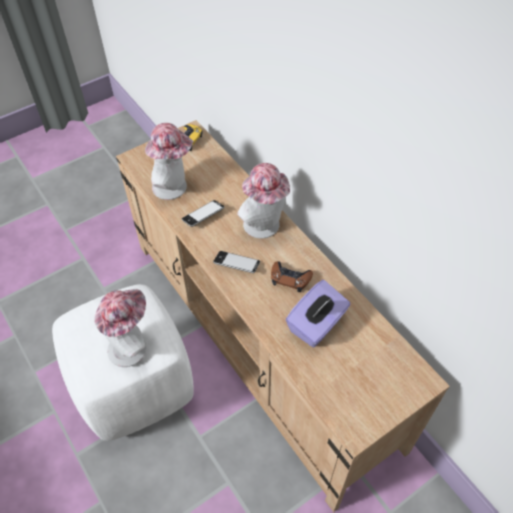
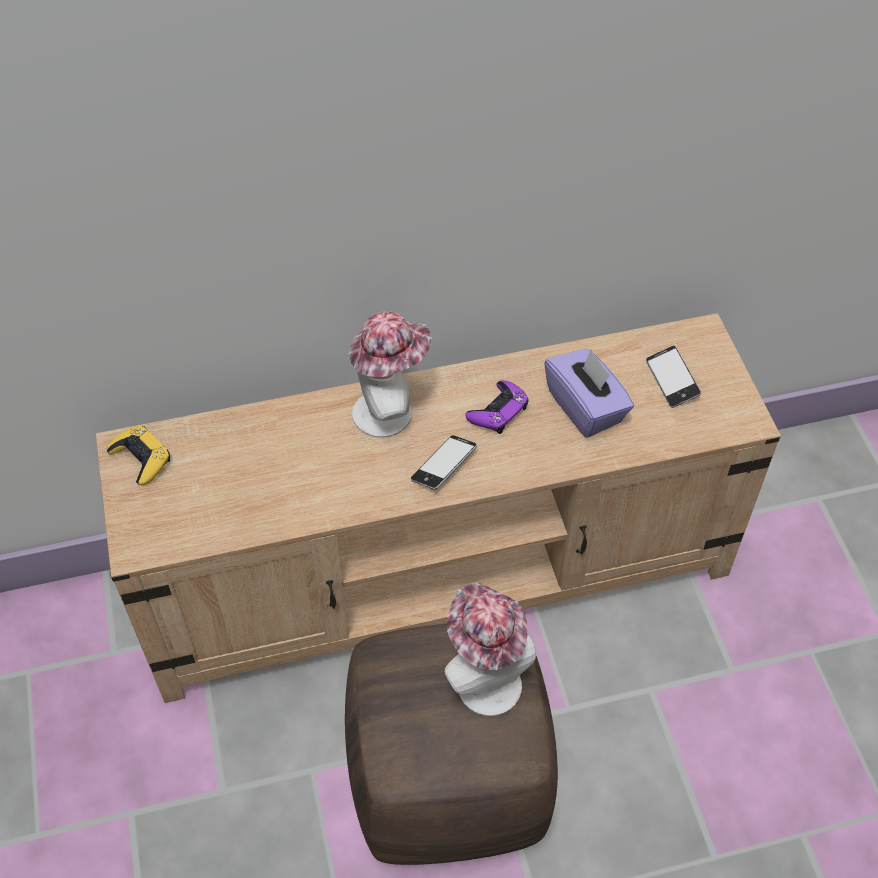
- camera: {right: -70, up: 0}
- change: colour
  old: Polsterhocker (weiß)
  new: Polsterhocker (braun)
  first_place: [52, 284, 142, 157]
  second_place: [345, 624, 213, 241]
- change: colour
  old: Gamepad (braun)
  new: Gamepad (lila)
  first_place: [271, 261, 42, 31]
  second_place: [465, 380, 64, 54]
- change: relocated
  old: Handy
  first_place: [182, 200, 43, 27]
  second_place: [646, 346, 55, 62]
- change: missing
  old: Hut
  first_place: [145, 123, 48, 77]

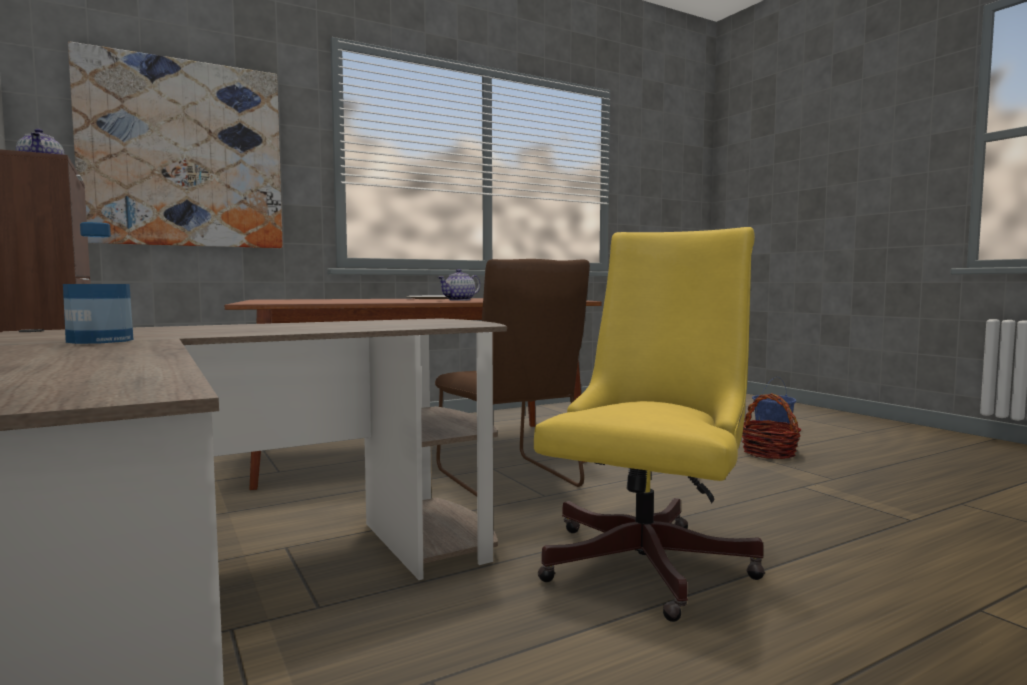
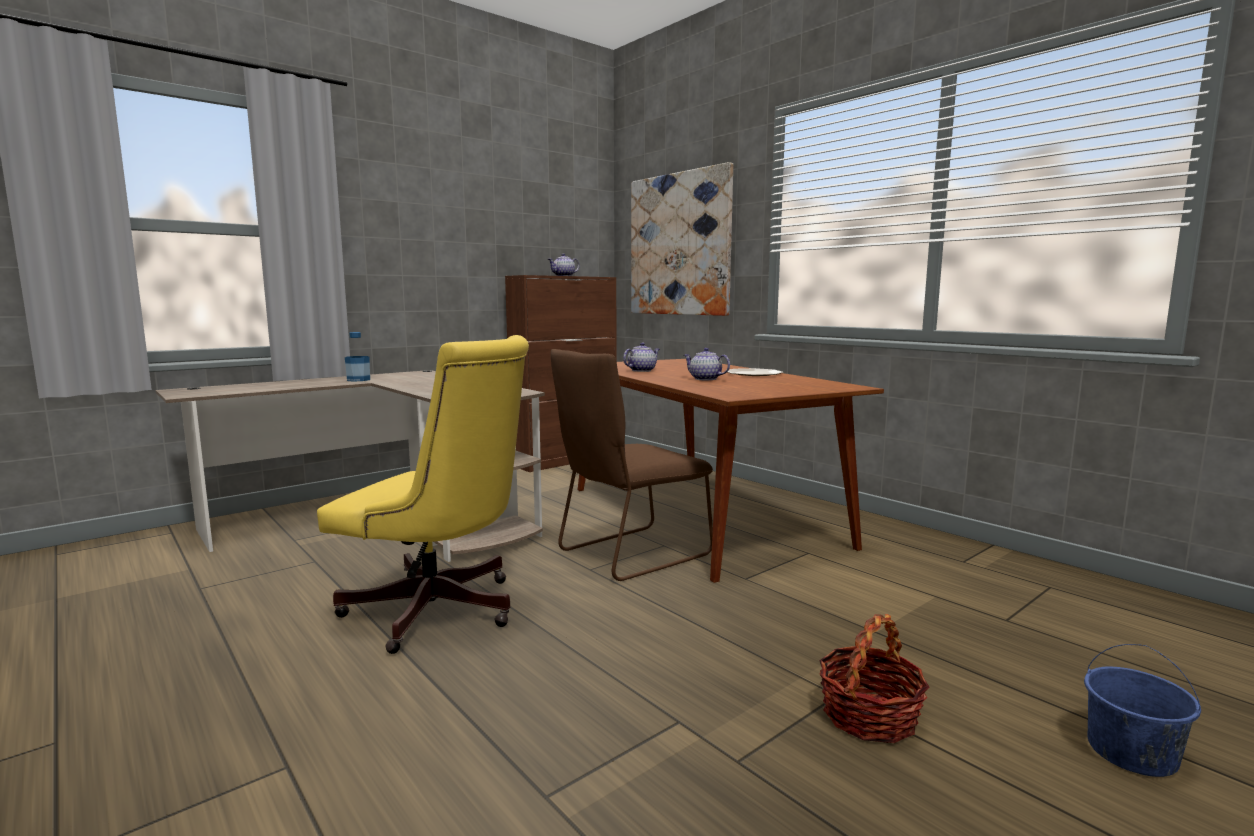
- camera: {right: 80, up: 5}
- change: appeared
  new: Teekanne
  second_place: [623, 343, 37, 29]

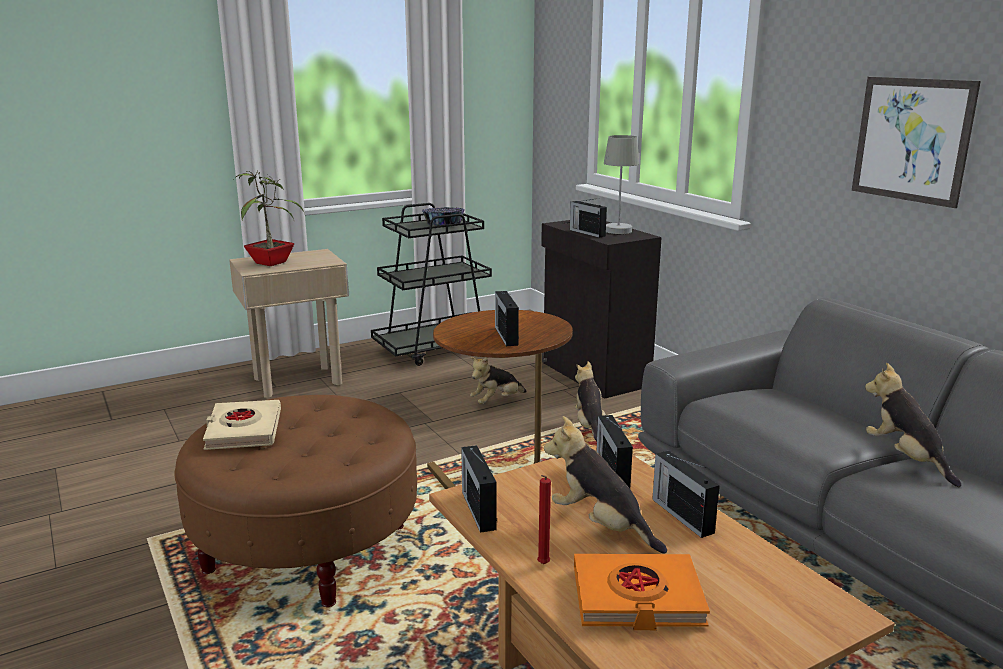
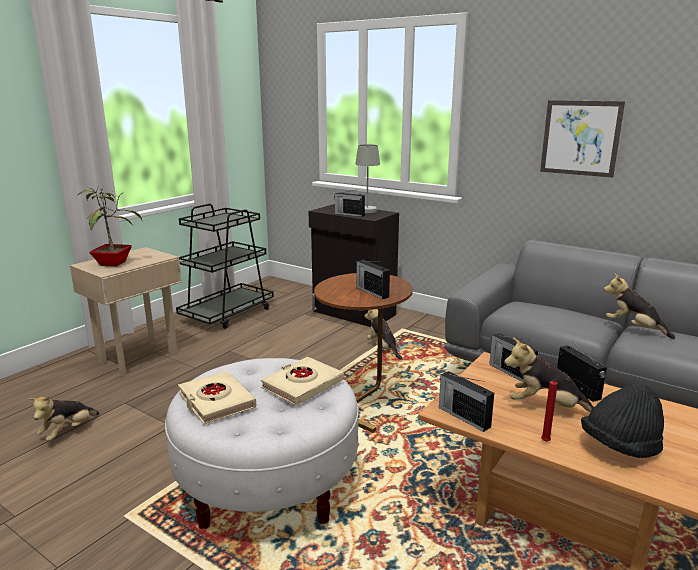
- camera: {right: -25, up: 0}
- change: relocated
  old: Plüschtier
  first_place: [470, 357, 57, 47]
  second_place: [29, 395, 70, 46]
- change: colour
  old: Polsterhocker (braun)
  new: Polsterhocker (weiß)
  first_place: [175, 395, 242, 212]
  second_place: [165, 358, 194, 171]
- change: appeared
  new: Buch (beige)
  second_place: [261, 357, 83, 49]
- change: spun
  old: Radio
  first_place: [652, 451, 68, 87]
  second_place: [557, 340, 50, 62]
  degrees: -150
- change: exchanged
  old: Buch (orange)
  new: Hut (schwarz)
  first_place: [574, 554, 136, 76]
  second_place: [581, 383, 83, 75]
- change: missing
  old: Schüssel
  first_place: [422, 207, 42, 19]

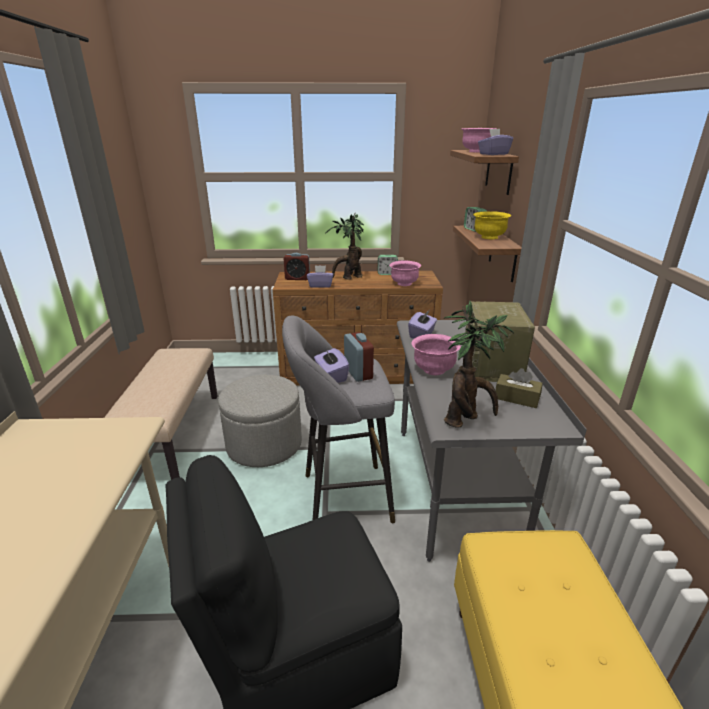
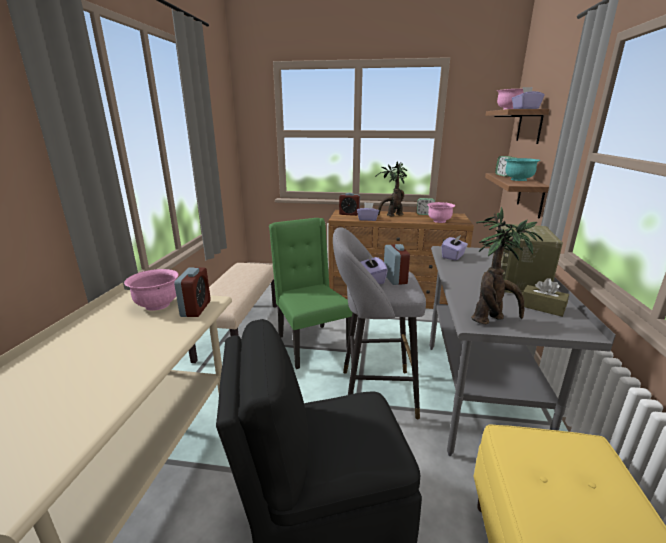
- camera: {right: 10, up: -5}
- change: relocated
  old: Schüssel (rosa)
  first_place: [412, 334, 49, 41]
  second_place: [124, 269, 55, 42]
- change: appeared
  new: Wecker
  second_place: [174, 267, 37, 50]
- change: exchanged
  old: Polsterhocker (grau)
  new: Stuhl (grün)
  first_place: [218, 375, 84, 92]
  second_place: [269, 218, 83, 151]
- change: colour
  old: Schüssel (gelb)
  new: Schüssel (türkis)
  first_place: [473, 211, 38, 28]
  second_place: [505, 158, 35, 23]

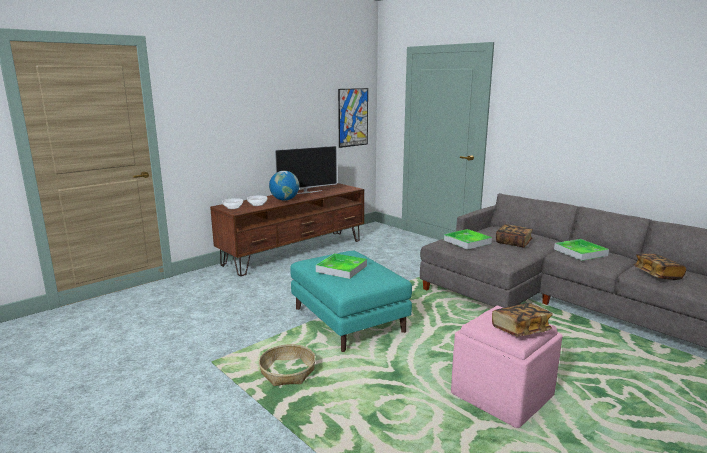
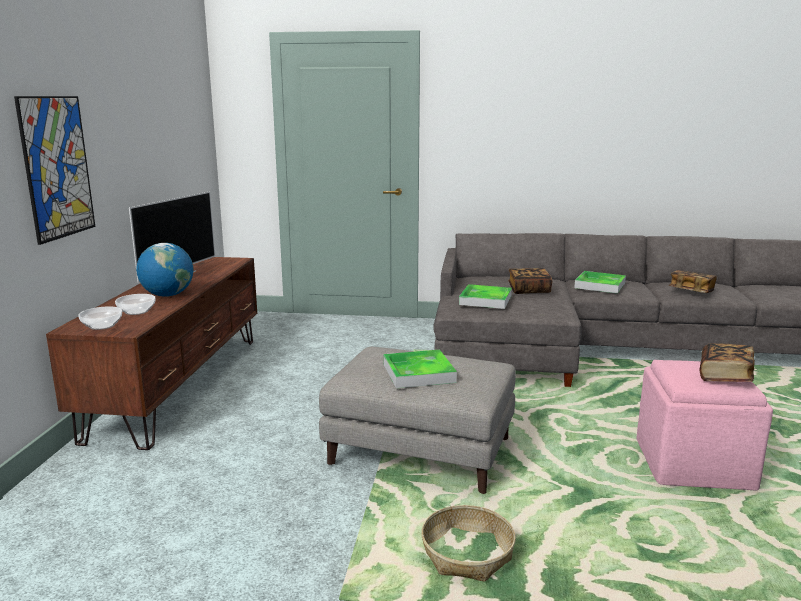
- camera: {right: -40, up: 0}
- change: relocated
  old: Bild
  first_place: [338, 88, 30, 60]
  second_place: [14, 96, 81, 149]
- change: colour
  old: Polsterhocker (türkis)
  new: Polsterhocker (grau)
  first_place: [290, 251, 122, 101]
  second_place: [319, 347, 197, 147]

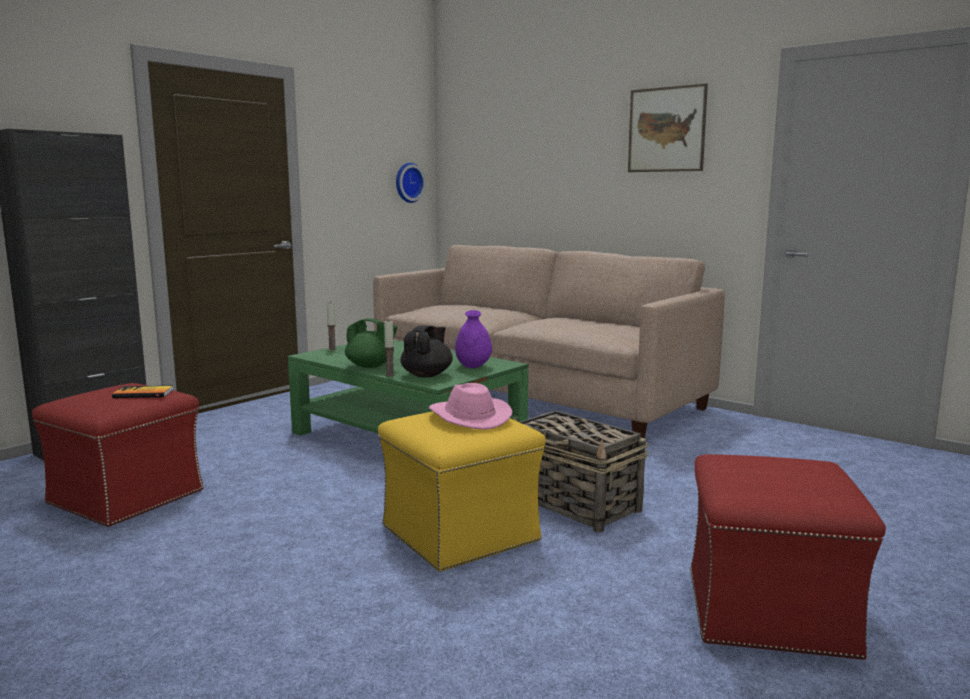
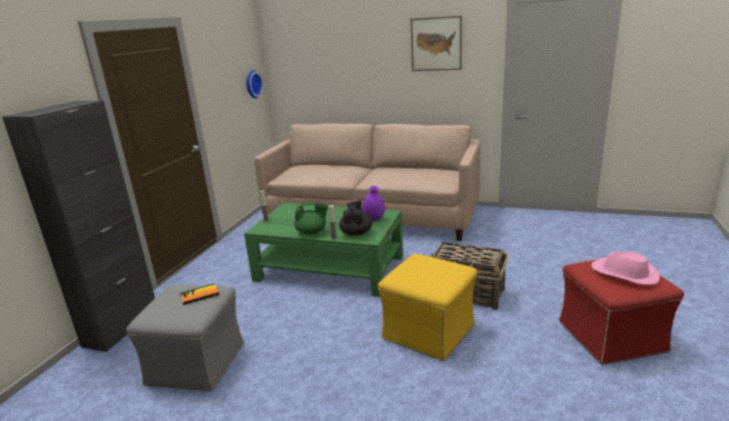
- camera: {right: -20, up: 10}
- change: colour
  old: Polsterhocker (rot)
  new: Polsterhocker (grau)
  first_place: [32, 383, 172, 144]
  second_place: [126, 285, 118, 106]
- change: relocated
  old: Hut (rosa)
  first_place: [429, 383, 84, 47]
  second_place: [591, 251, 69, 34]

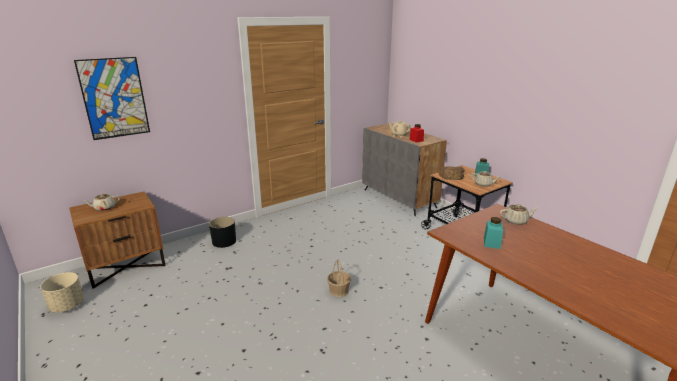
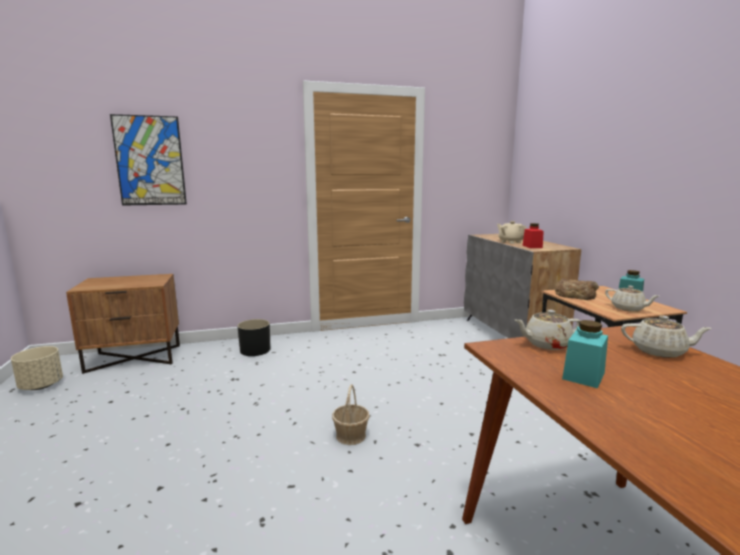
- camera: {right: 20, up: -10}
- change: relocated
  old: Teekanne (beige)
  first_place: [83, 193, 37, 18]
  second_place: [515, 310, 66, 40]

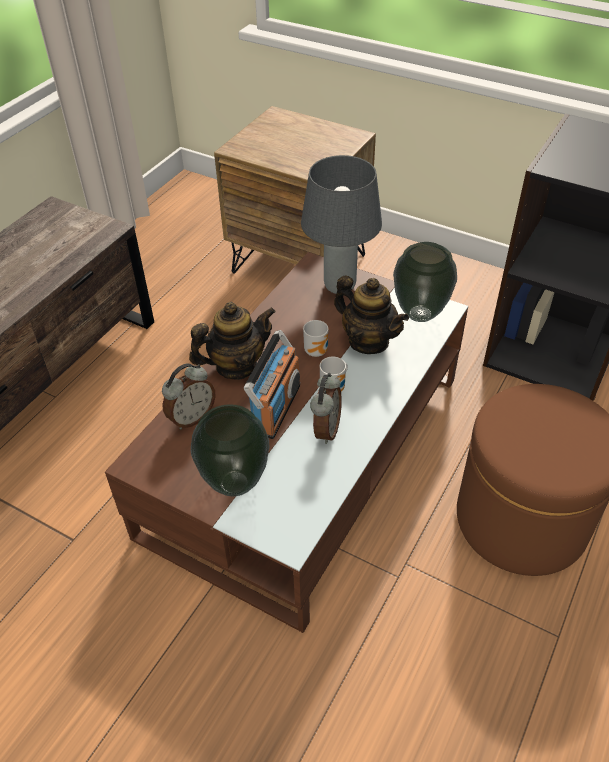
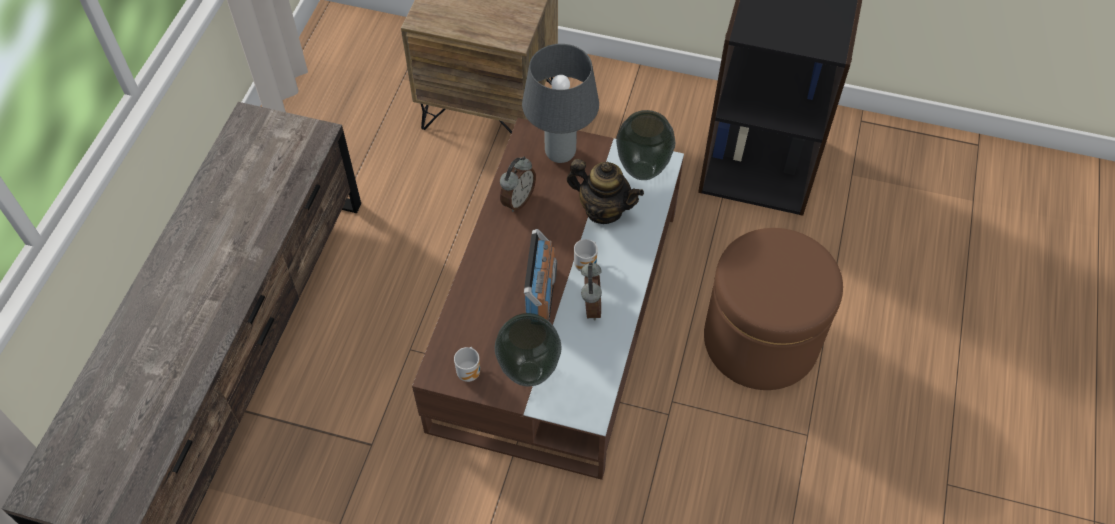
- camera: {right: -15, up: 10}
- change: relocated
  old: Henkelbecher
  first_place: [303, 320, 25, 37]
  second_place: [454, 347, 26, 35]
- change: relocated
  old: Wecker
  first_place: [162, 364, 53, 66]
  second_place: [500, 157, 36, 55]
- change: missing
  old: Teekanne
  first_place: [189, 302, 87, 78]

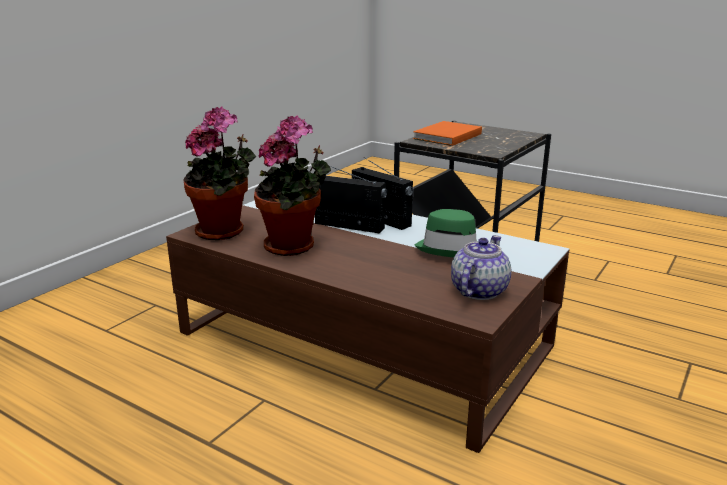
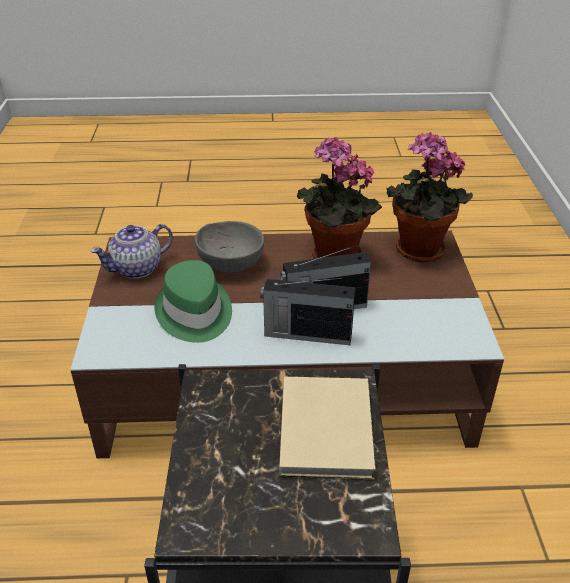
- camera: {right: 145, up: 15}
- change: spun
  old: Teekanne
  first_place: [451, 235, 60, 65]
  second_place: [90, 224, 83, 55]
  degrees: 60
- change: appeared
  new: Schüssel (grau)
  second_place: [195, 221, 69, 52]
- change: colour
  old: Buch (orange)
  new: Buch (beige)
  first_place: [413, 121, 69, 25]
  second_place: [279, 377, 97, 102]

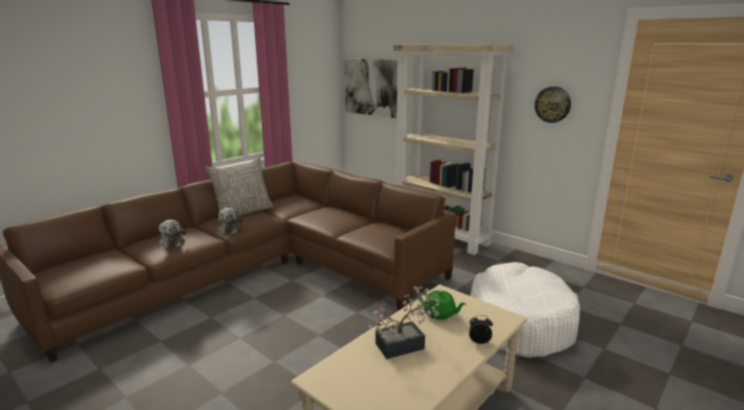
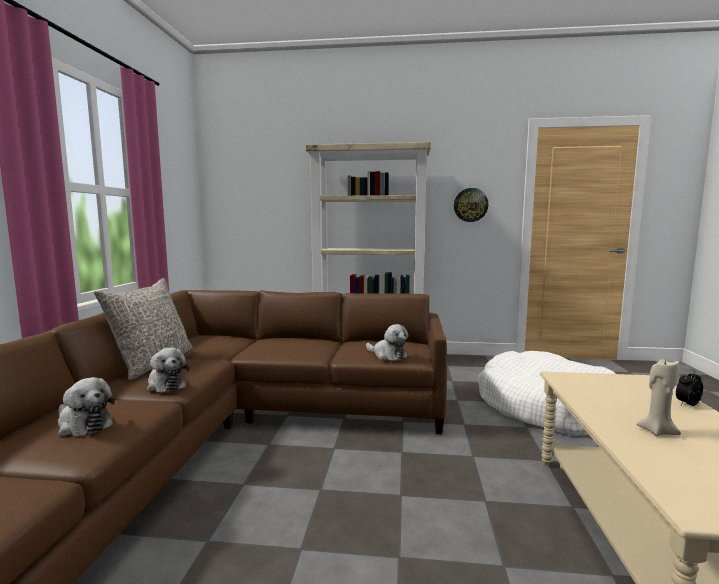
- camera: {right: -35, up: -10}
- change: appeared
  new: Plüschtier
  second_place: [366, 324, 42, 37]
- change: exchanged
  old: Topfpflanze
  new: Kerze (beige)
  first_place: [368, 286, 72, 73]
  second_place: [636, 359, 45, 77]
- change: missing
  old: Bild
  first_place: [344, 58, 65, 60]
- change: missing
  old: Teekanne (grün)
  first_place: [418, 291, 48, 29]

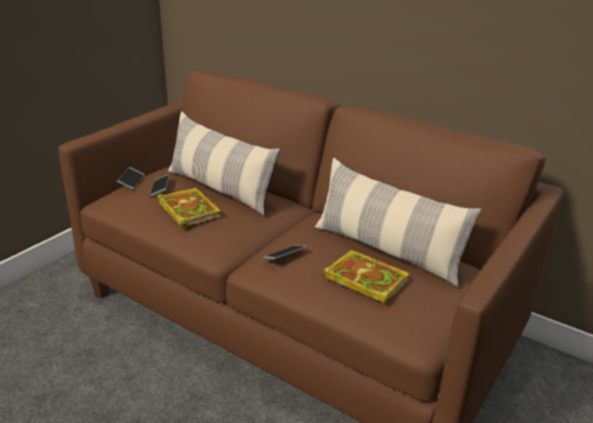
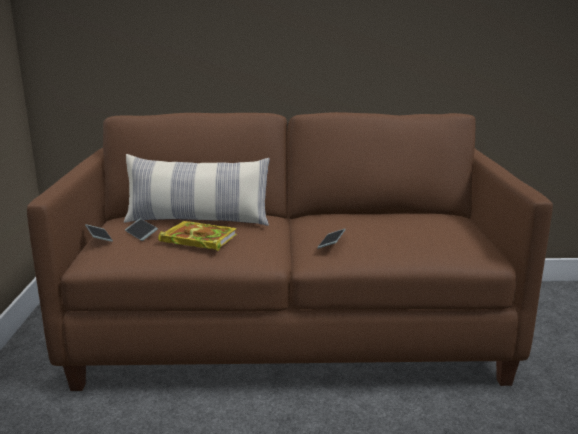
- camera: {right: -35, up: -10}
- change: missing
  old: Kissen
  first_place: [315, 158, 167, 129]
- change: missing
  old: Buch
  first_place: [322, 250, 88, 55]

